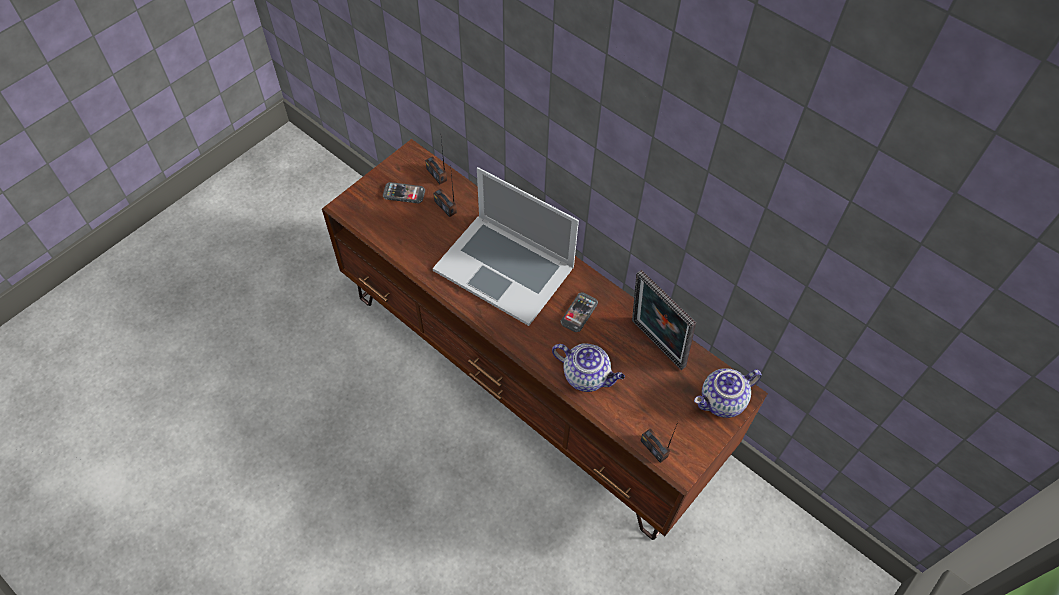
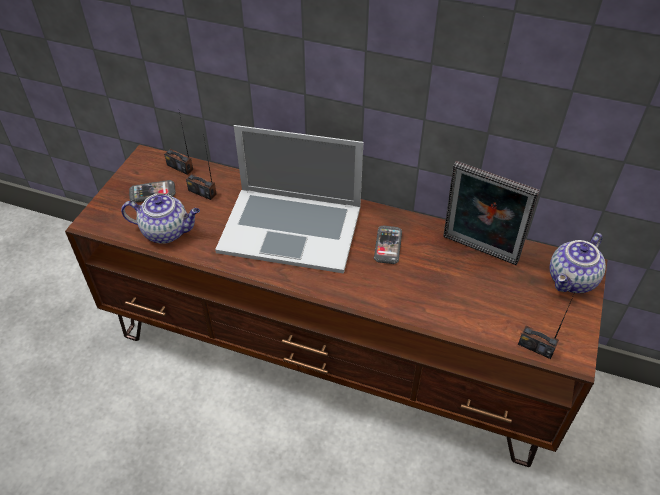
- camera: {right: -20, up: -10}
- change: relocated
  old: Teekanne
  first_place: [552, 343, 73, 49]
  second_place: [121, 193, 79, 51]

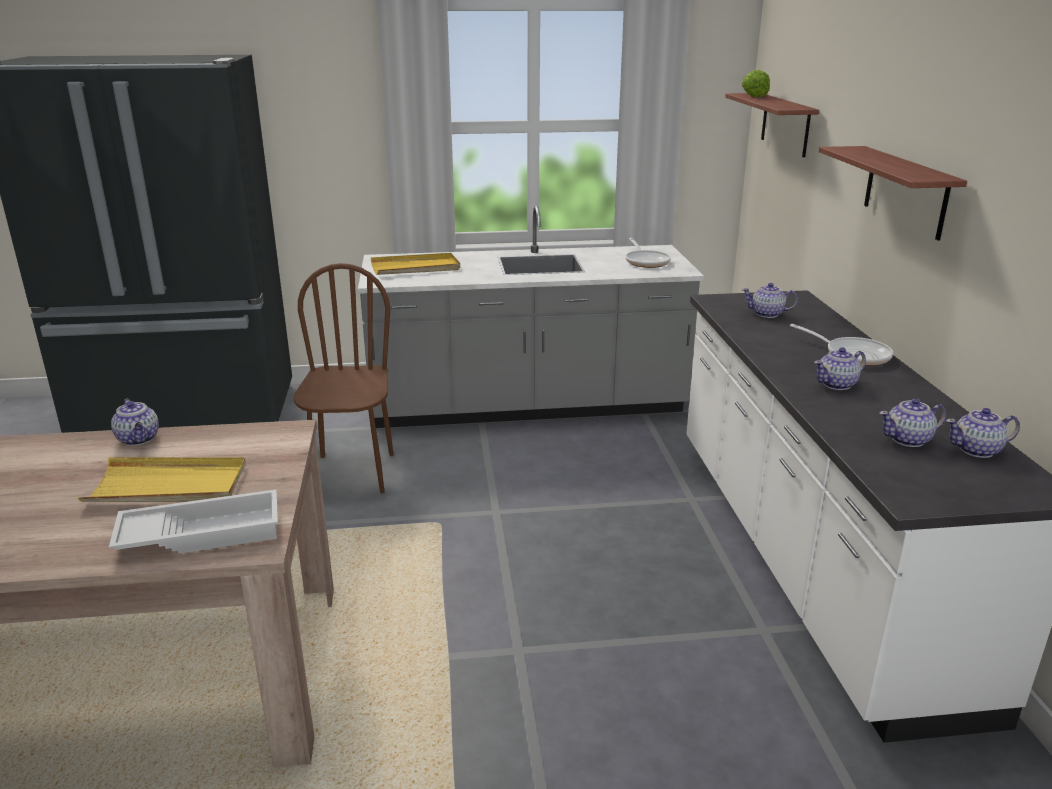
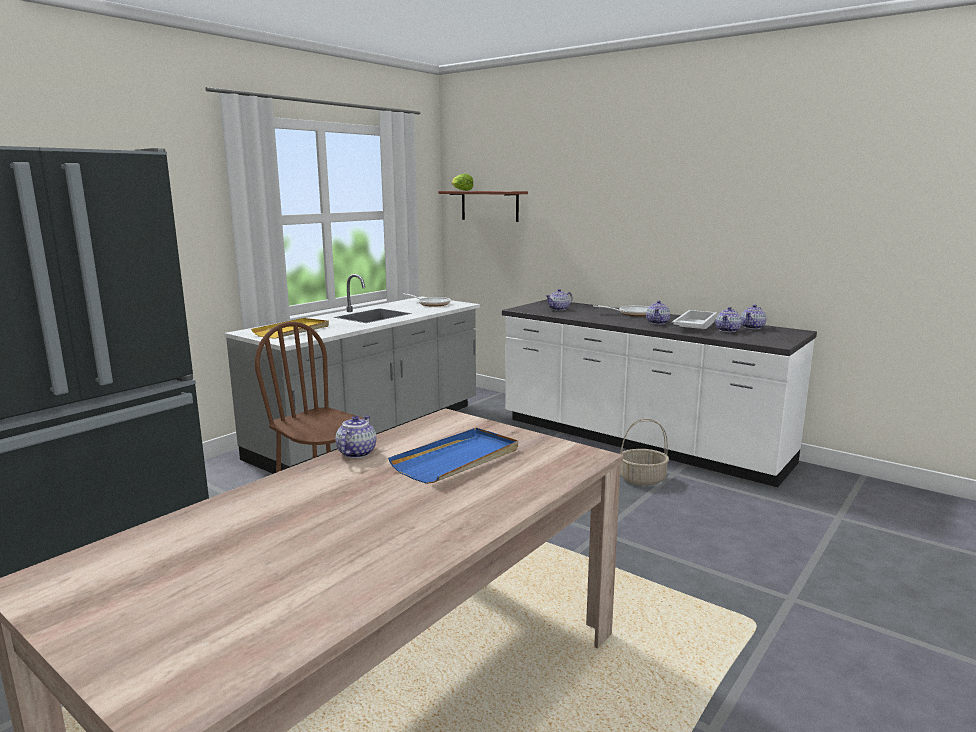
- camera: {right: -45, up: -10}
- change: spun
  old: Teekanne
  first_place: [111, 399, 48, 46]
  second_place: [336, 415, 40, 43]
  degrees: -90
- change: colour
  old: Tablett (gelb)
  new: Tablett (blau)
  first_place: [78, 457, 168, 45]
  second_place: [388, 428, 130, 56]
- change: appeared
  new: Korb
  second_place: [620, 419, 49, 67]
- change: relocated
  old: Tablett (weiß)
  first_place: [109, 490, 169, 64]
  second_place: [672, 310, 45, 19]
- change: missing
  old: Wandregal
  first_place: [819, 146, 148, 94]

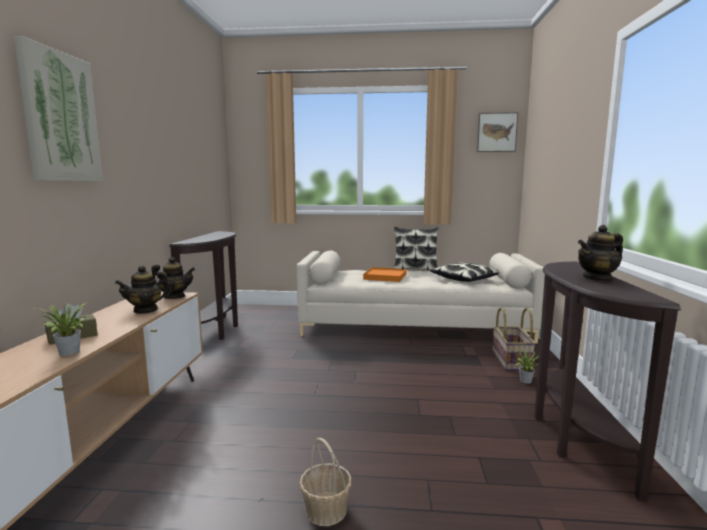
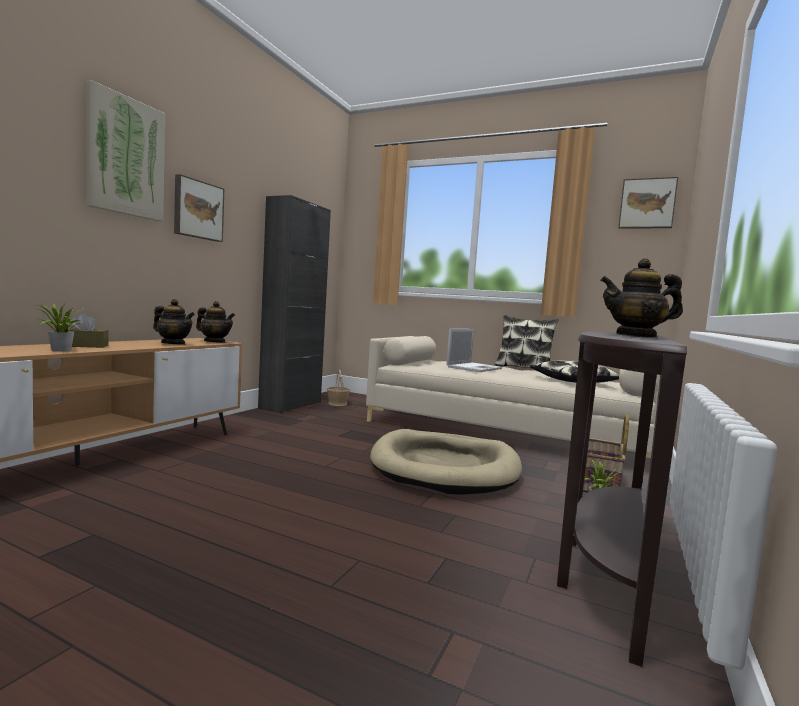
- camera: {right: 20, up: -5}
- change: spun
  old: Teekanne
  first_place: [115, 266, 57, 48]
  second_place: [153, 299, 42, 46]
  degrees: -150
- change: appeared
  new: Bild
  second_place: [174, 174, 50, 68]
- change: exchanged
  old: Konsolentisch (braun)
  new: Schrank (schwarz)
  first_place: [169, 231, 69, 109]
  second_place: [258, 195, 73, 218]
- change: relocated
  old: Korb
  first_place: [299, 438, 53, 88]
  second_place: [327, 370, 23, 36]
- change: appeared
  new: Hundebett (beige)
  second_place: [370, 429, 152, 66]
- change: exchanged
  old: Tablett (orange)
  new: Laptop
  first_place: [363, 267, 44, 15]
  second_place: [446, 329, 56, 43]

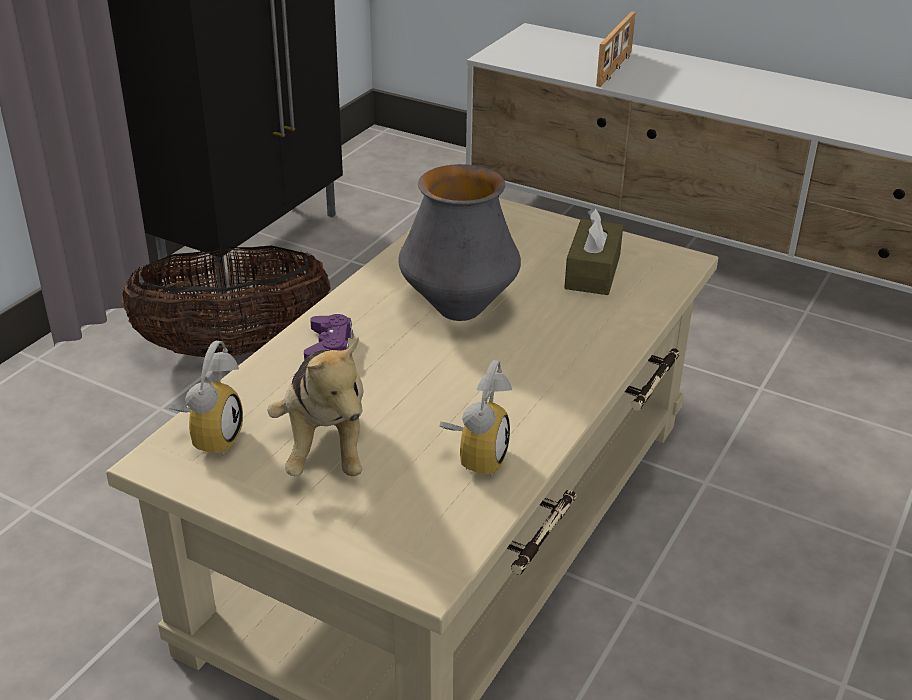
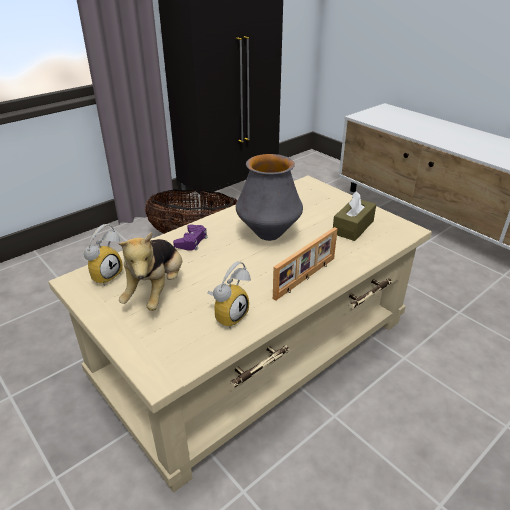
- camera: {right: 20, up: 0}
- change: relocated
  old: Bilderrahmen
  first_place: [596, 11, 40, 76]
  second_place: [273, 227, 65, 74]

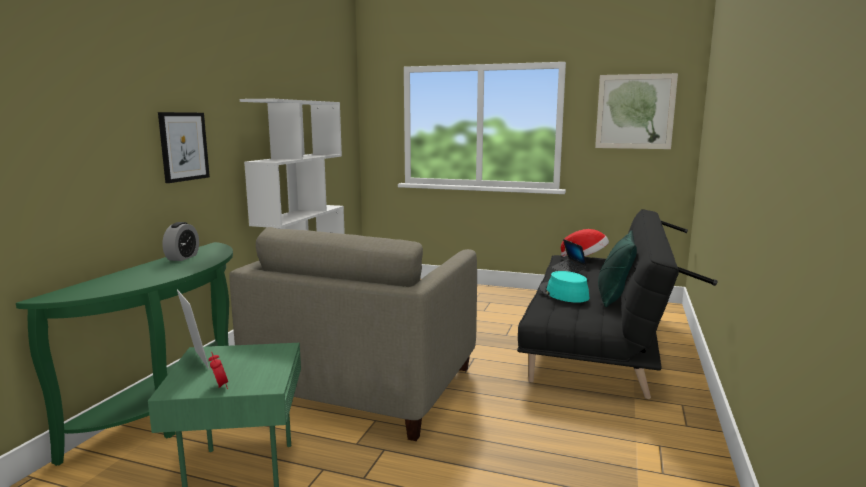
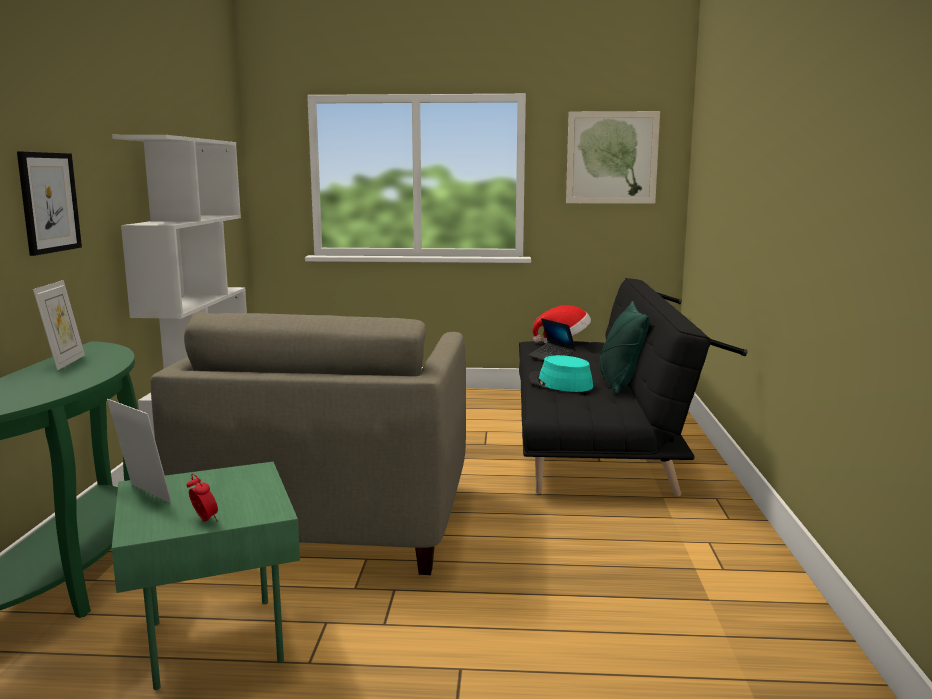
- camera: {right: -15, up: 0}
- change: exchanged
  old: Wecker
  new: Bilderrahmen
  first_place: [162, 222, 37, 39]
  second_place: [33, 280, 52, 90]

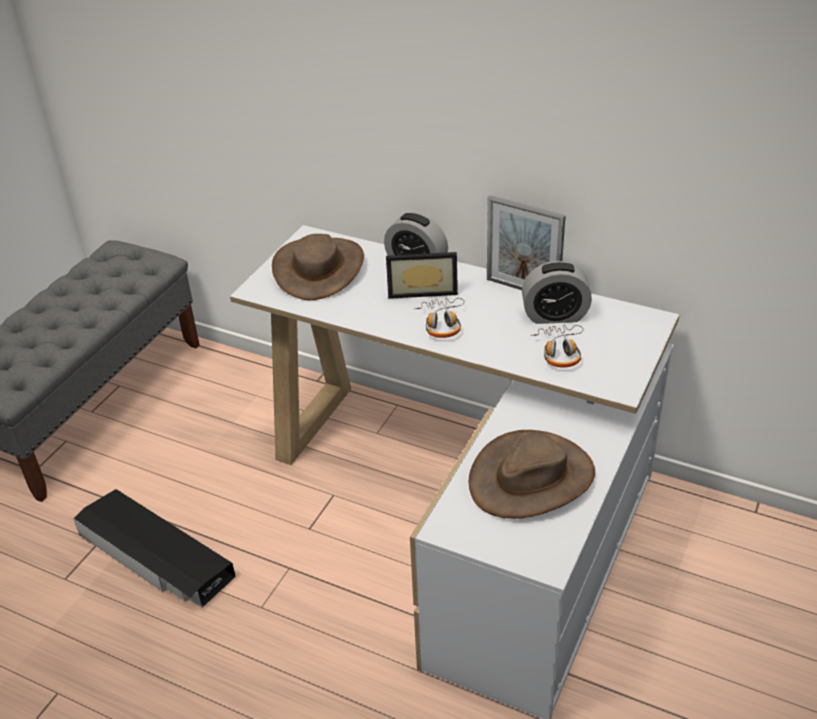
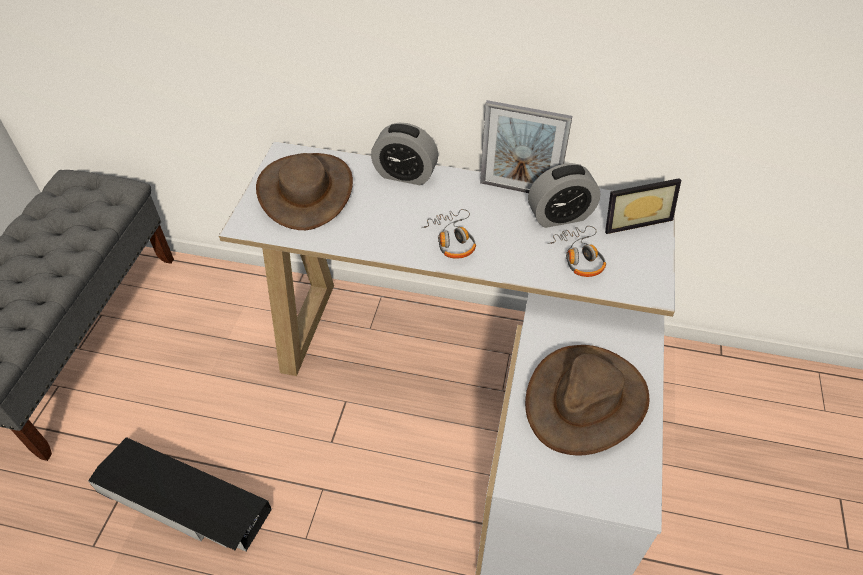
- camera: {right: -15, up: 10}
- change: relocated
  old: Bilderrahmen
  first_place: [386, 252, 72, 47]
  second_place: [605, 178, 76, 56]

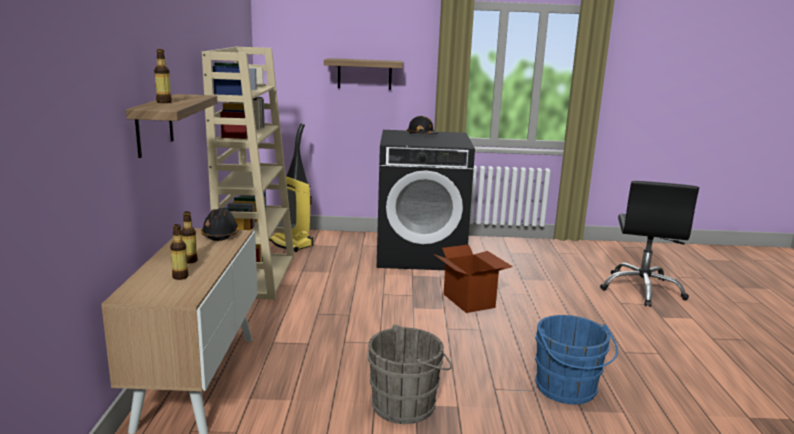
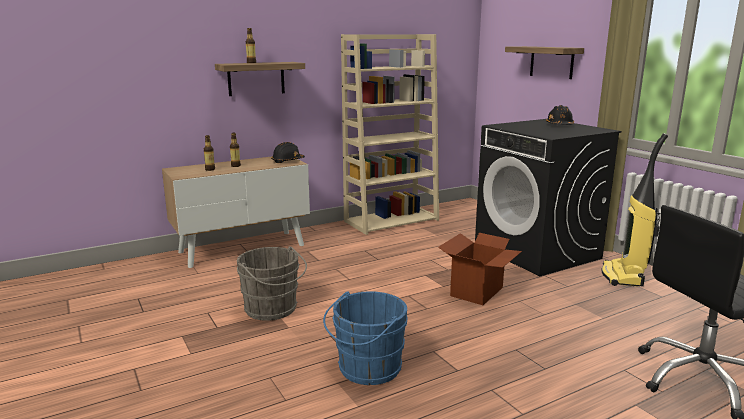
- camera: {right: 60, up: 0}
- change: relocated
  old: Staubsauger
  first_place: [269, 123, 44, 129]
  second_place: [602, 133, 66, 153]

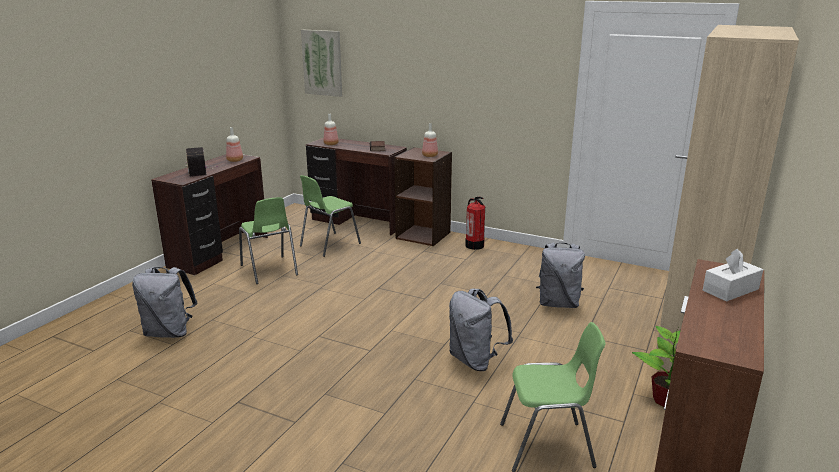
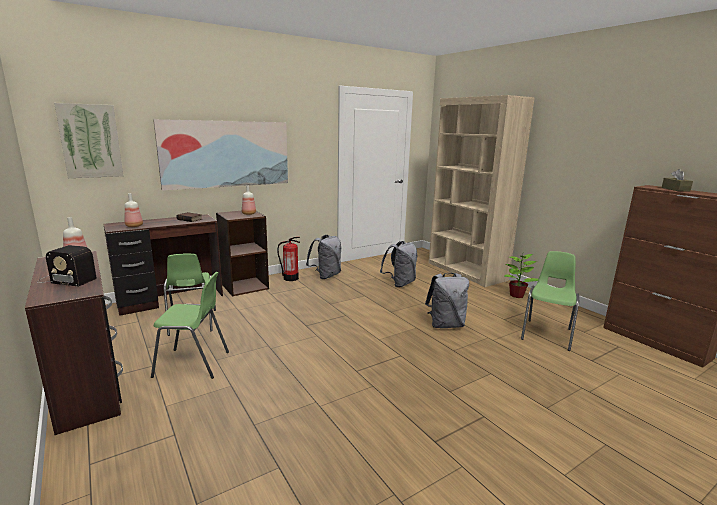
- camera: {right: -60, up: -5}
- change: appeared
  new: Bild
  second_place: [153, 119, 135, 71]
- change: relocated
  old: Rucksack (grau)
  first_place: [132, 267, 65, 71]
  second_place: [306, 235, 35, 44]
- change: colour
  old: Taschentuchbox (weiß)
  new: Taschentuchbox (braun)
  first_place: [703, 249, 60, 53]
  second_place: [662, 169, 31, 23]

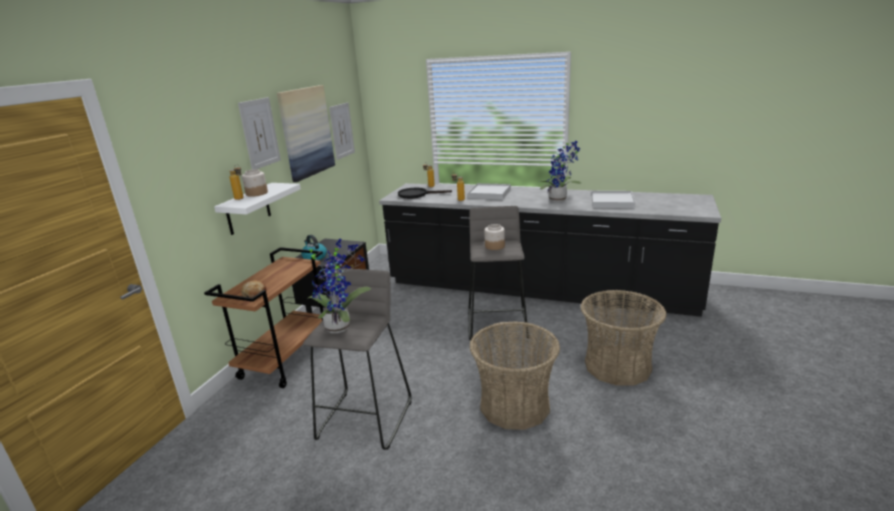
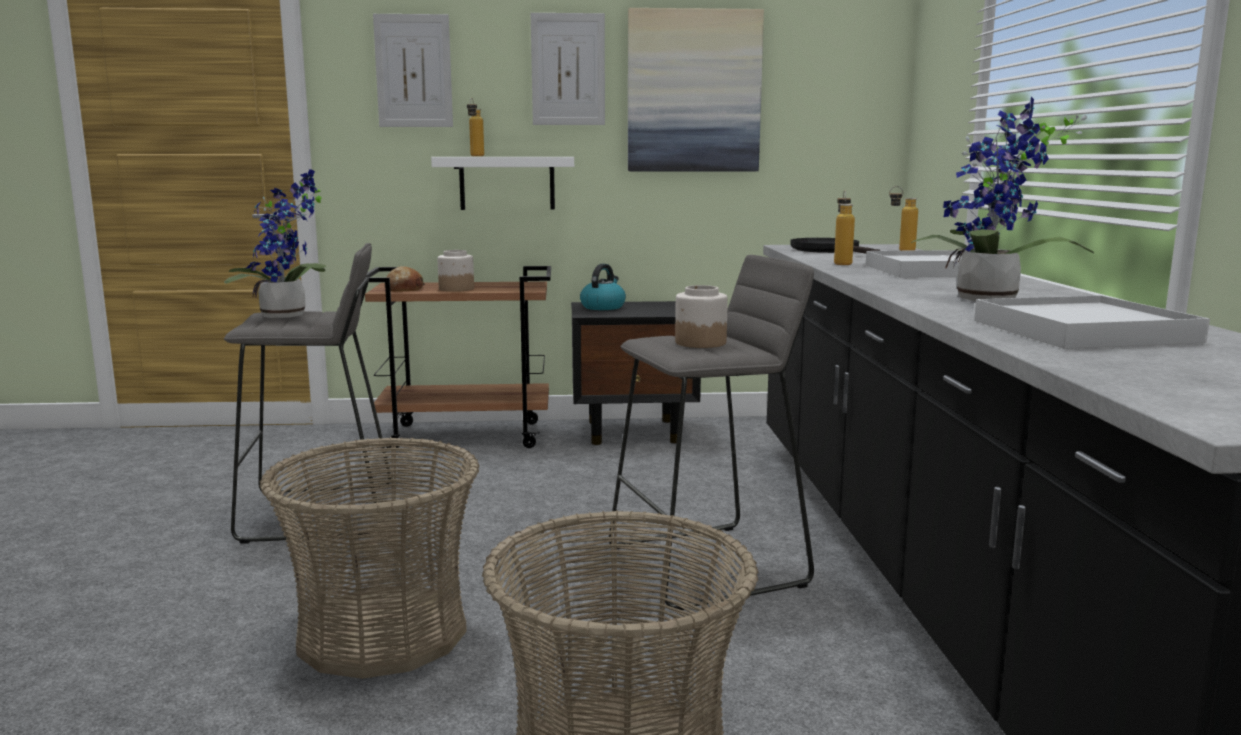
- camera: {right: 65, up: -10}
- change: relocated
  old: Bild
  first_place: [329, 102, 26, 58]
  second_place: [373, 14, 80, 113]
- change: relocated
  old: Vorratsglas
  first_place: [242, 169, 26, 28]
  second_place: [438, 250, 36, 42]

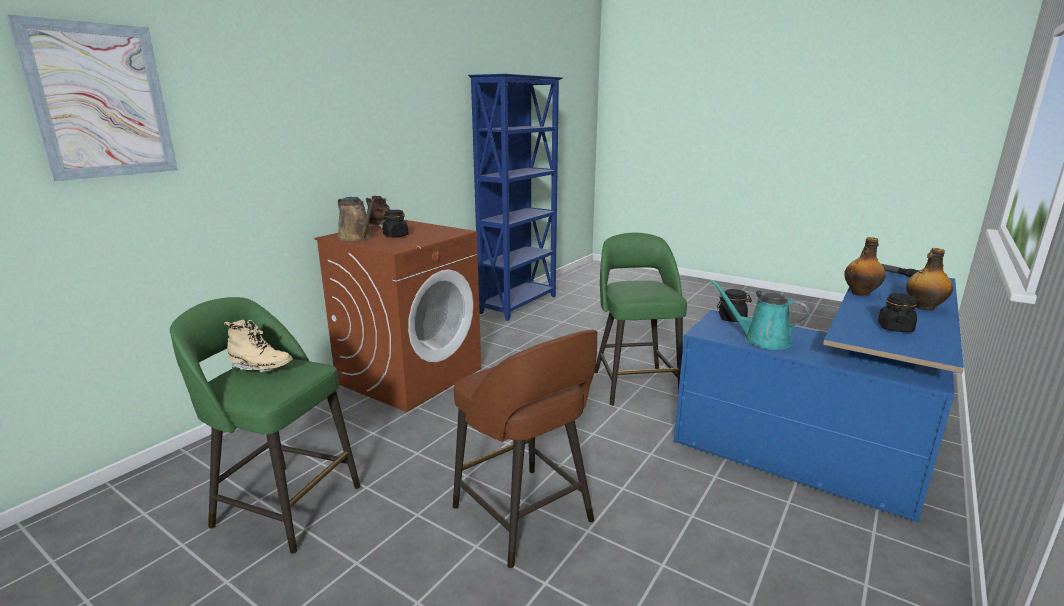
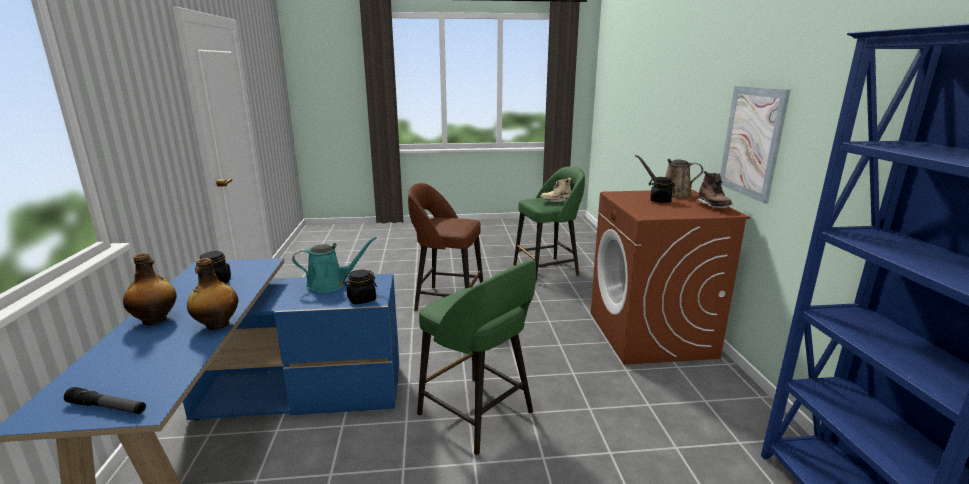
- camera: {right: 140, up: 0}
- change: relocated
  old: Bild
  first_place: [6, 14, 172, 167]
  second_place: [720, 86, 70, 117]

